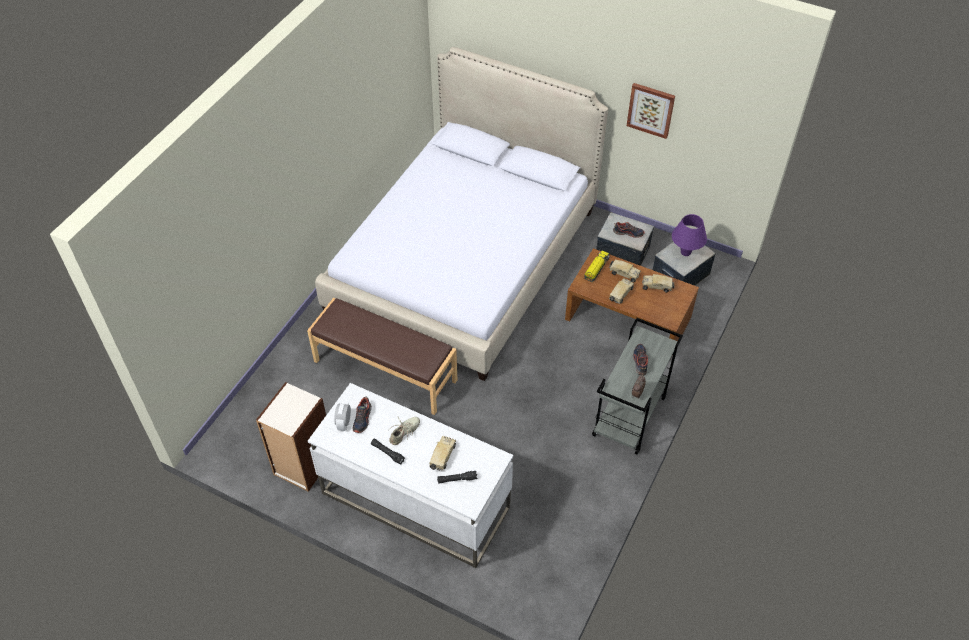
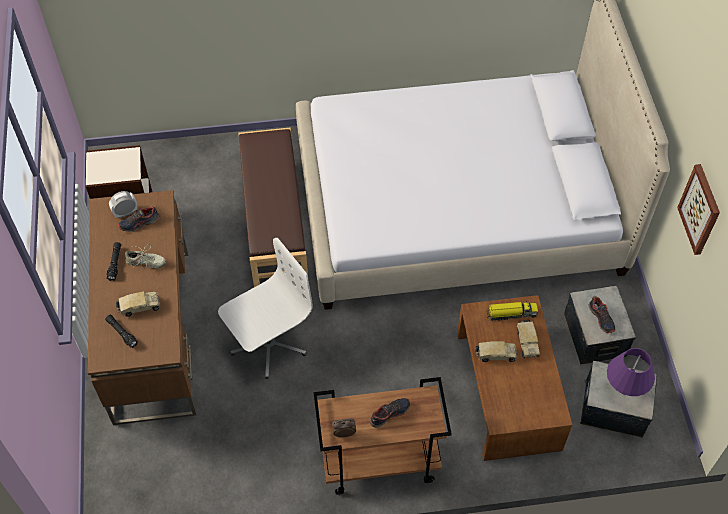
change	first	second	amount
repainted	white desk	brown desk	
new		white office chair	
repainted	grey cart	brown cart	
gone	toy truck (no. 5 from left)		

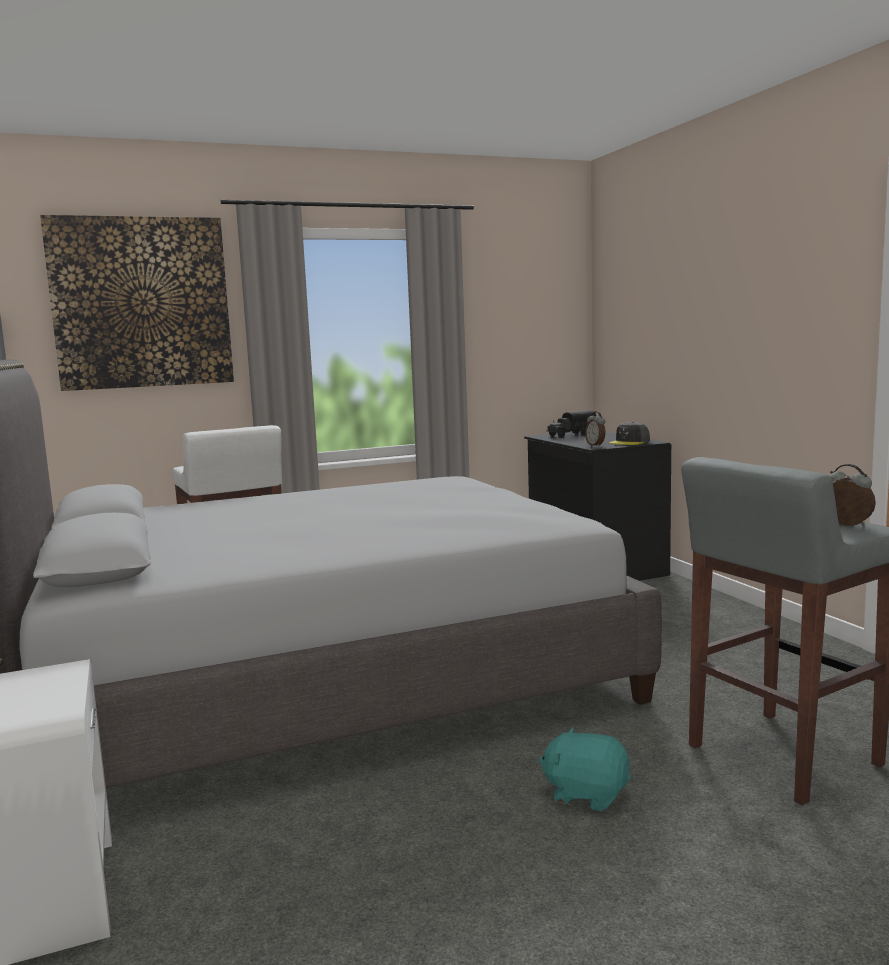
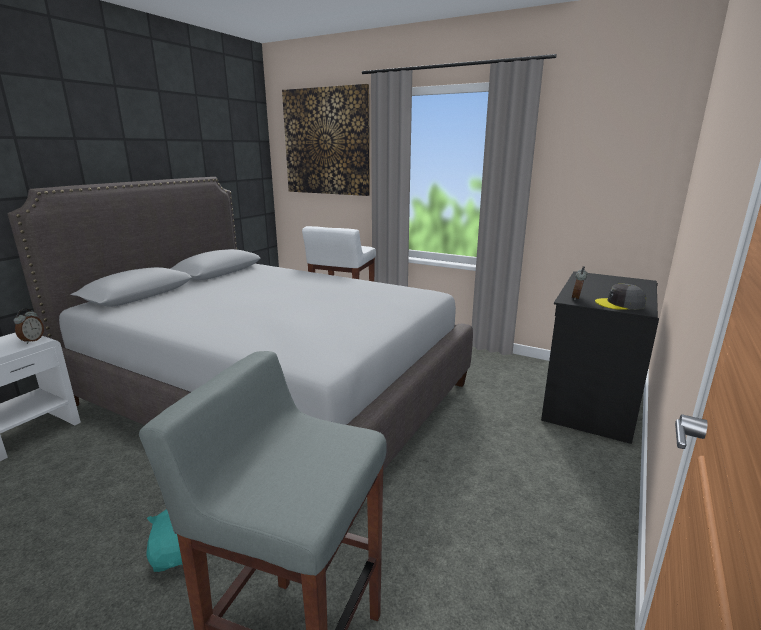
change	first	second	amount
shifted	alarm clock (no. 2 from left in the first image)	alarm clock (no. 1 from left)	
gone	toy truck		

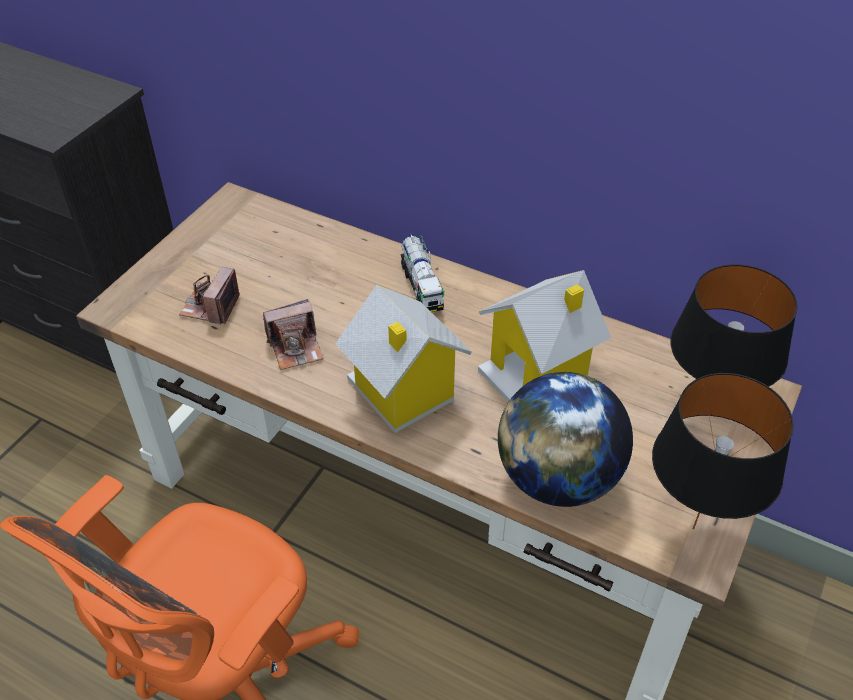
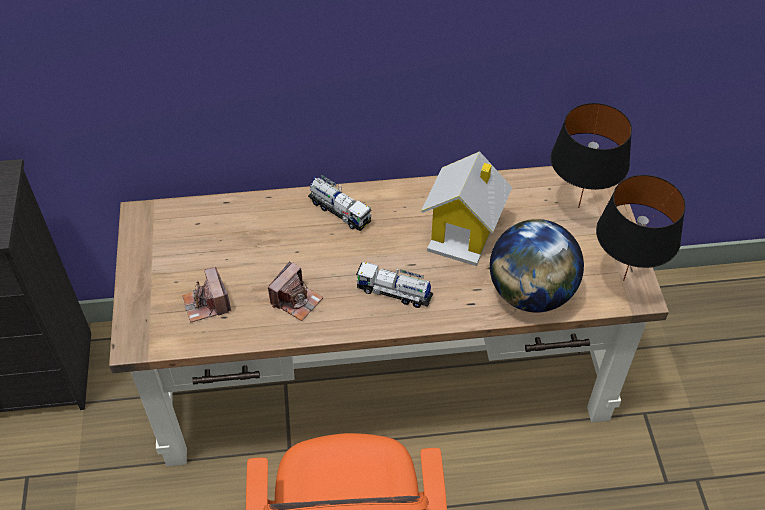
change	first	second	amount
swapped	toy house (no. 1 from left)	toy truck (no. 2 from left)	

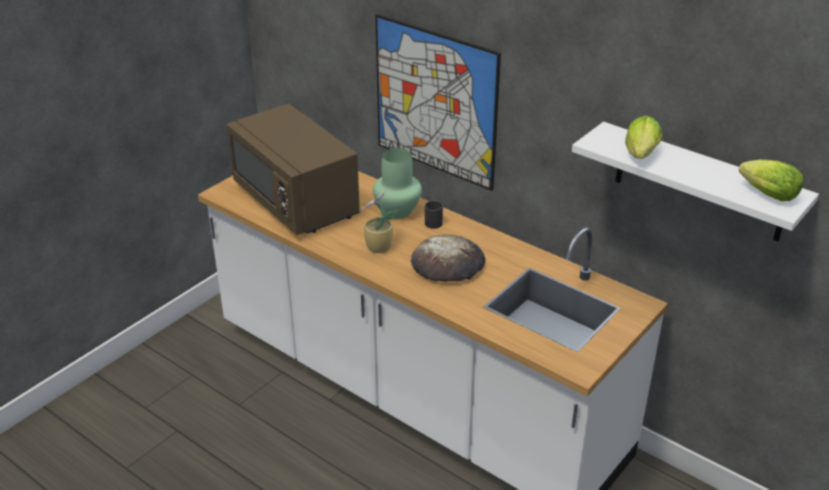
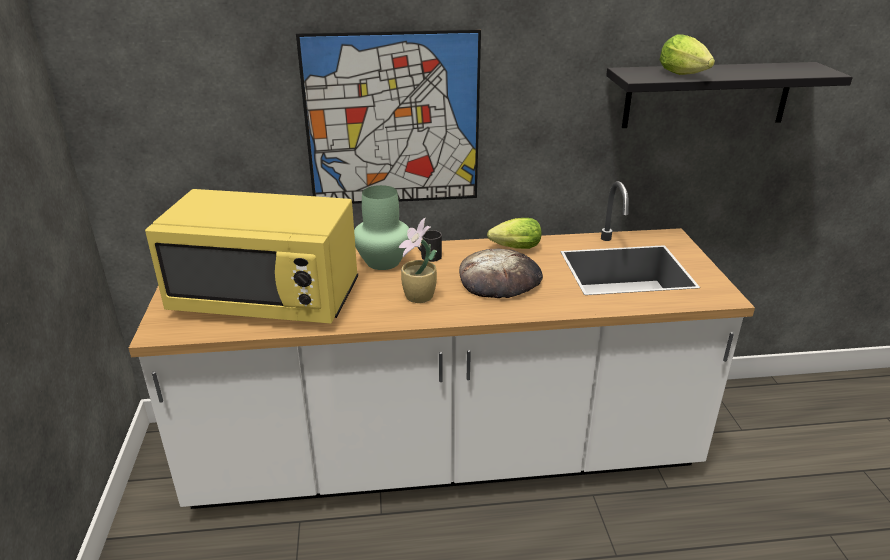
change	first	second	amount
repainted	brown microwave	yellow microwave	
shifted	lettuce (no. 2 from left in the first image)	lettuce (no. 1 from left)	
repainted	white shelf	black shelf	

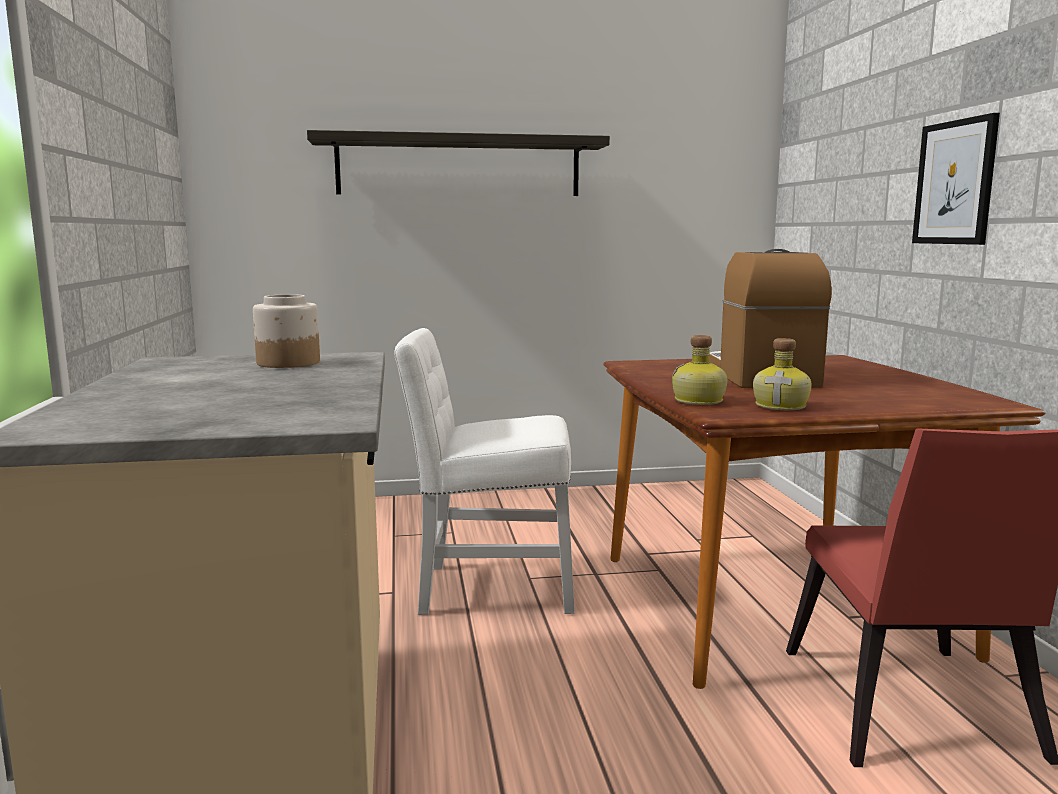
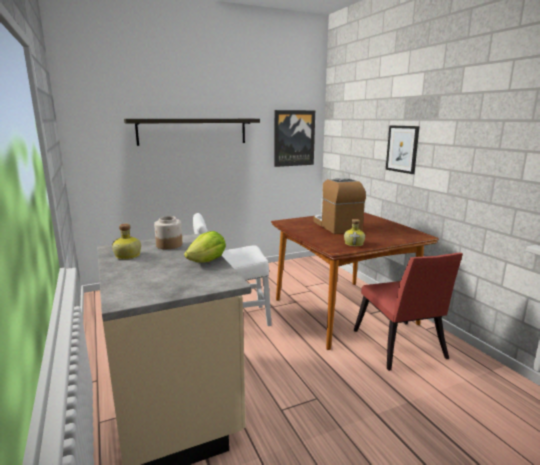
change	first	second	amount
shifted	bottle (no. 1 from left)		
new		lettuce	
new		picture (no. 1 from left)	

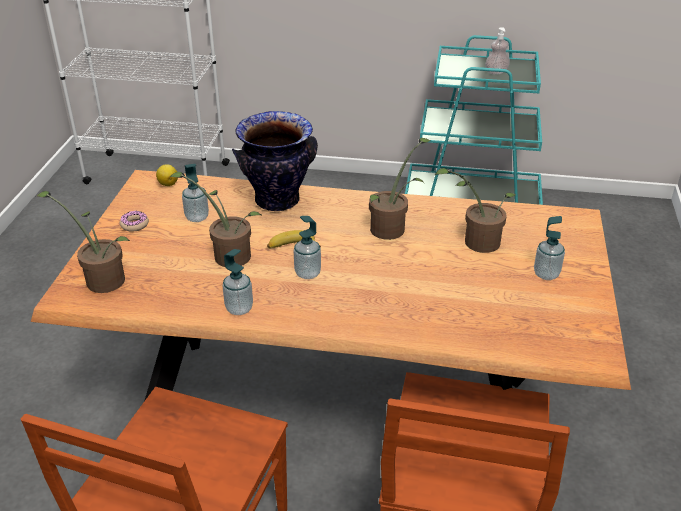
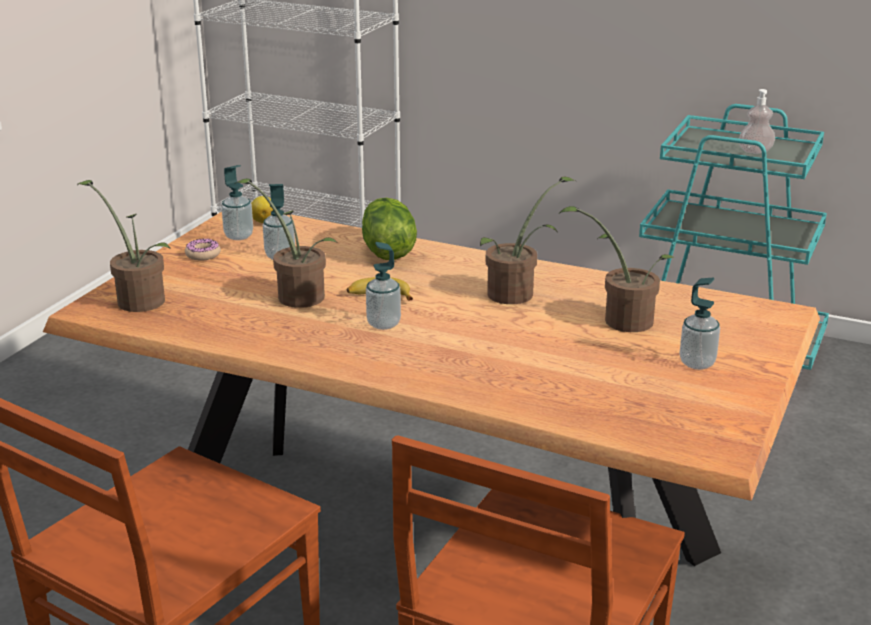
change	first	second	amount
shifted	soap dispenser (no. 2 from left in the first image)	soap dispenser (no. 1 from left)	
swapped	vase	lettuce	

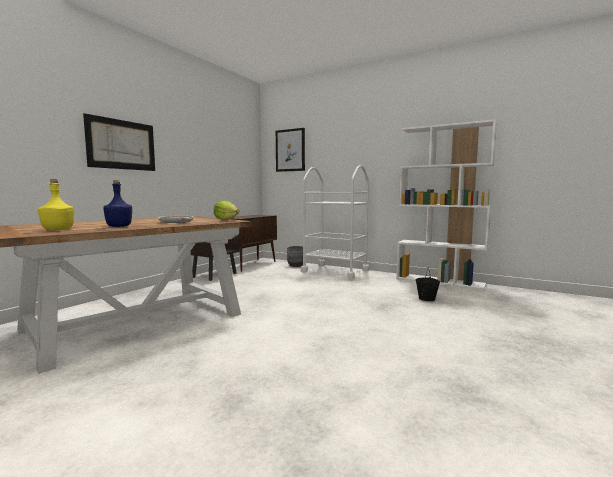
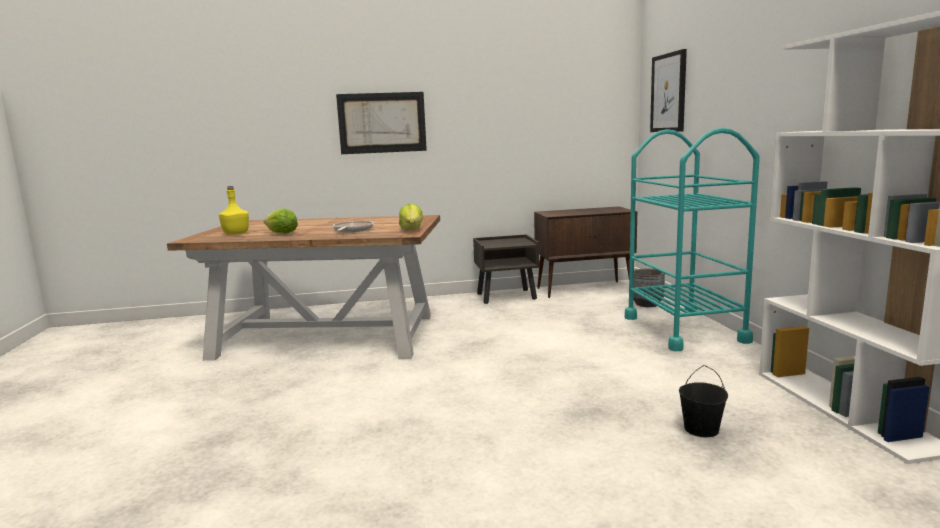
change	first	second	amount
swapped	blue bottle	lettuce (no. 1 from left)	
repainted	white cart	turquoise cart	

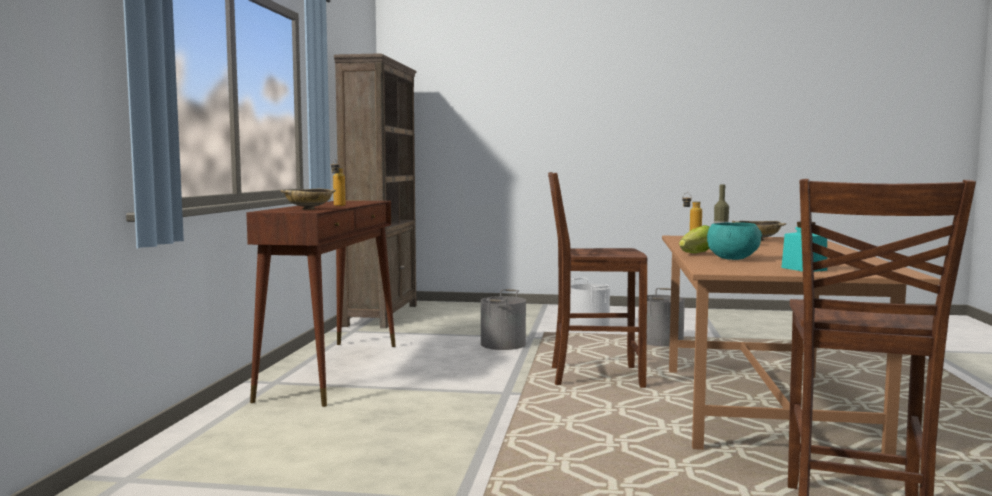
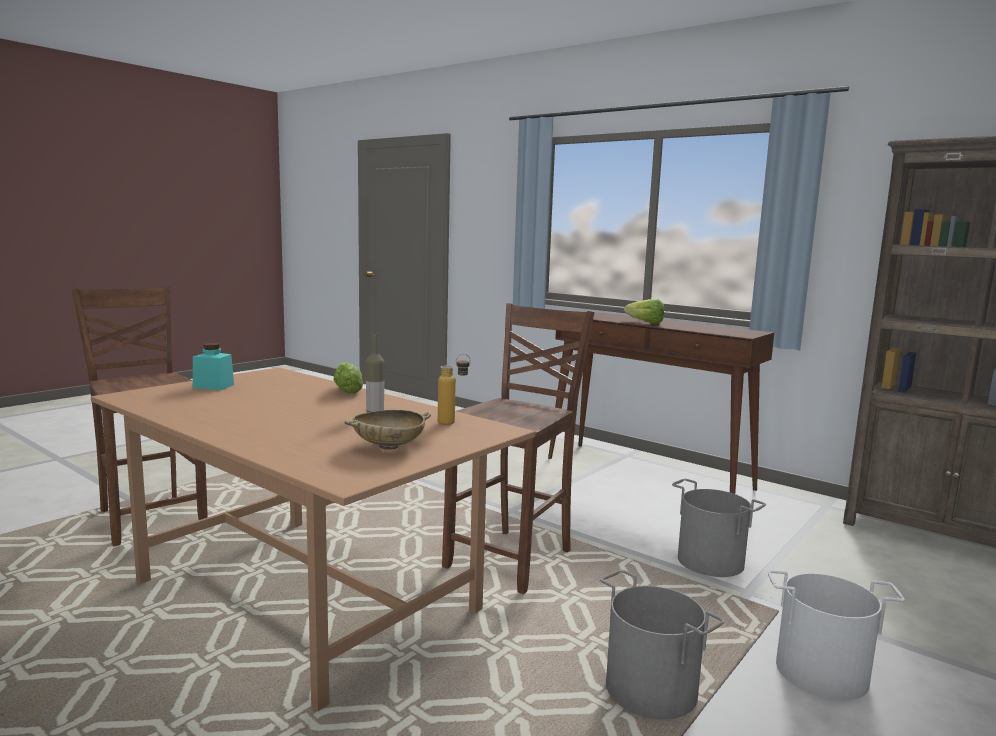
change	first	second	amount
swapped	bottle (no. 1 from left)	lettuce (no. 2 from left)	
gone	beige bowl (no. 1 from left)		
gone	turquoise bowl		

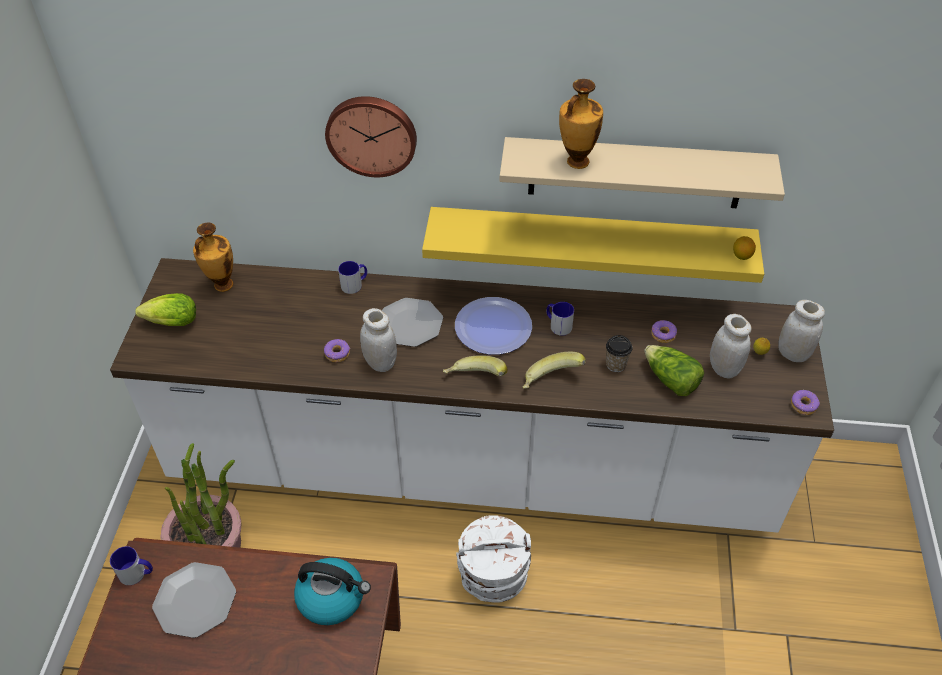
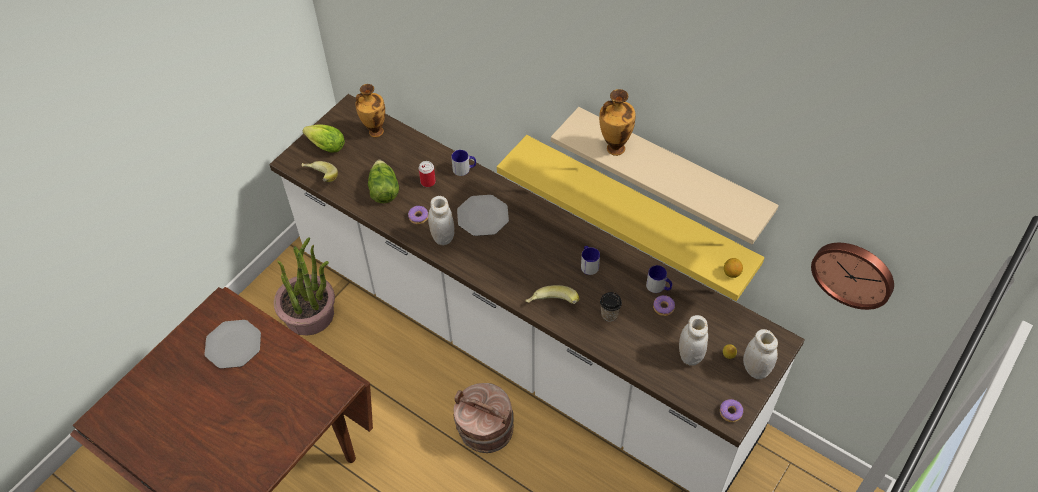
change	first	second	amount
shifted	banana (no. 1 from left)		
shifted	lettuce (no. 2 from left)		
new		can	
repainted	white bucket	brown bucket	
shifted	mug (no. 1 from left in the first image)	mug (no. 3 from left)	
shifted	wall clock		
gone	kettle		
gone	plate (no. 3 from left)		

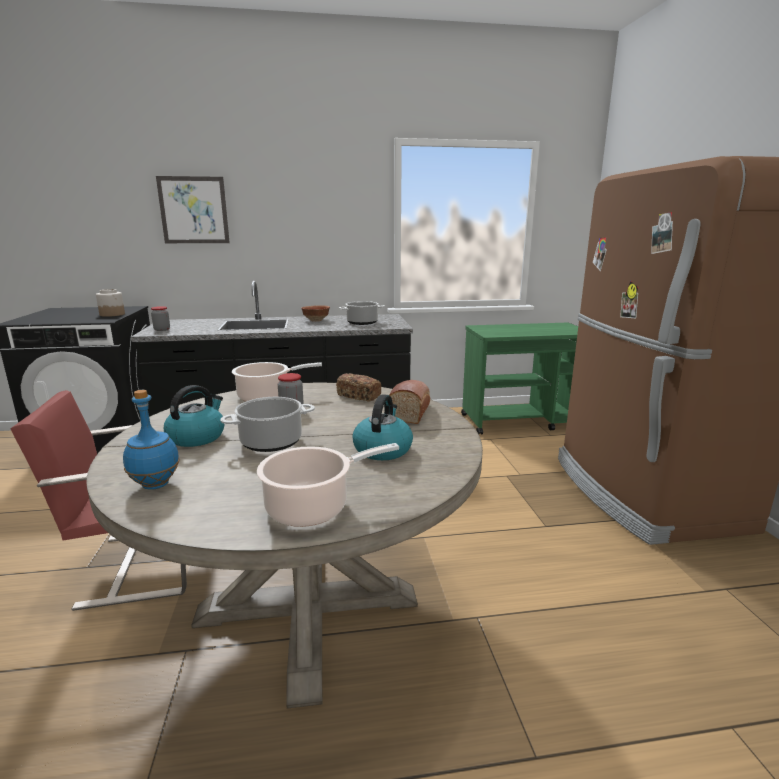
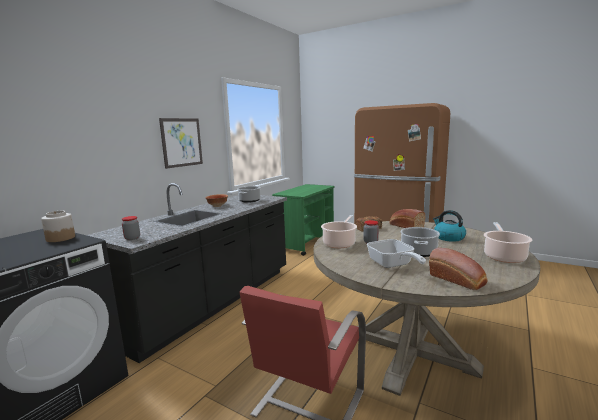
change	first	second	amount
shifted	picture		
swapped	kettle (no. 1 from left)	frying pan	
swapped	blue bottle	bread (no. 3 from left)	

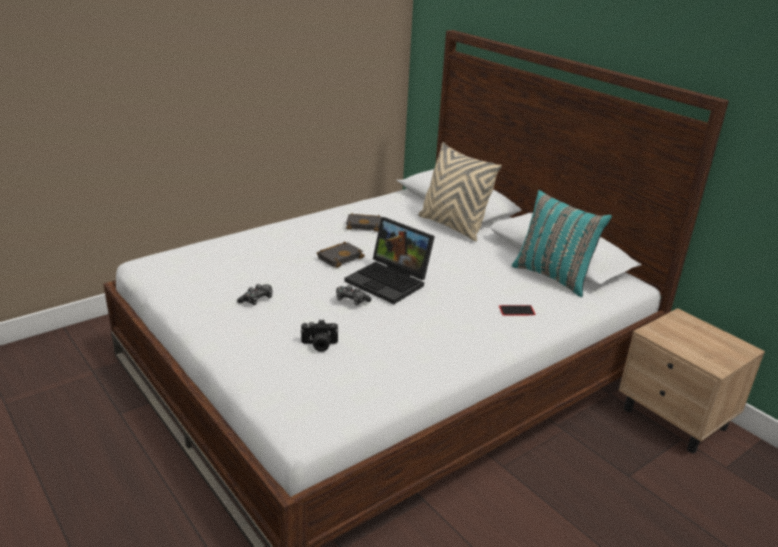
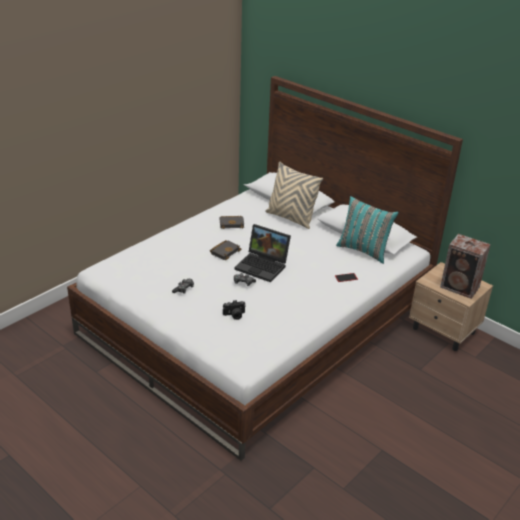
change	first	second	amount
new		speaker	

